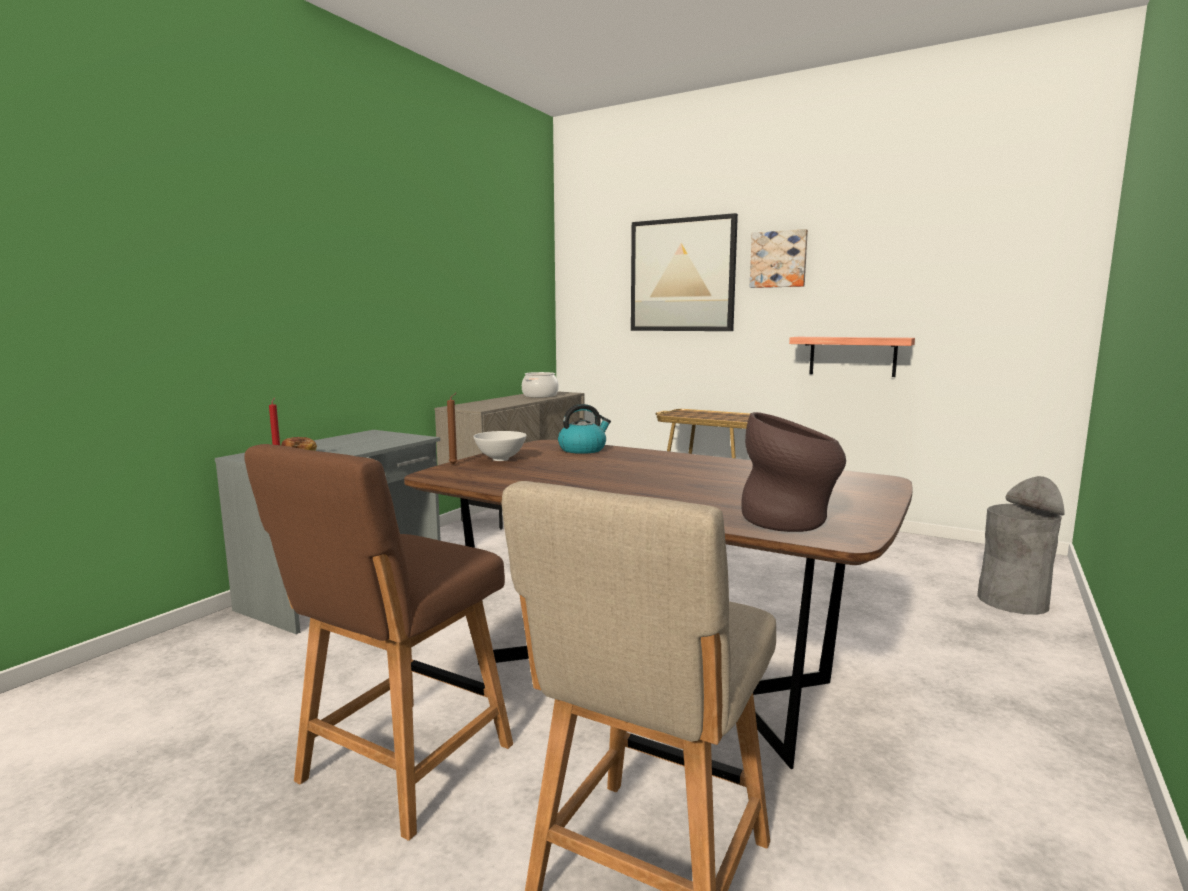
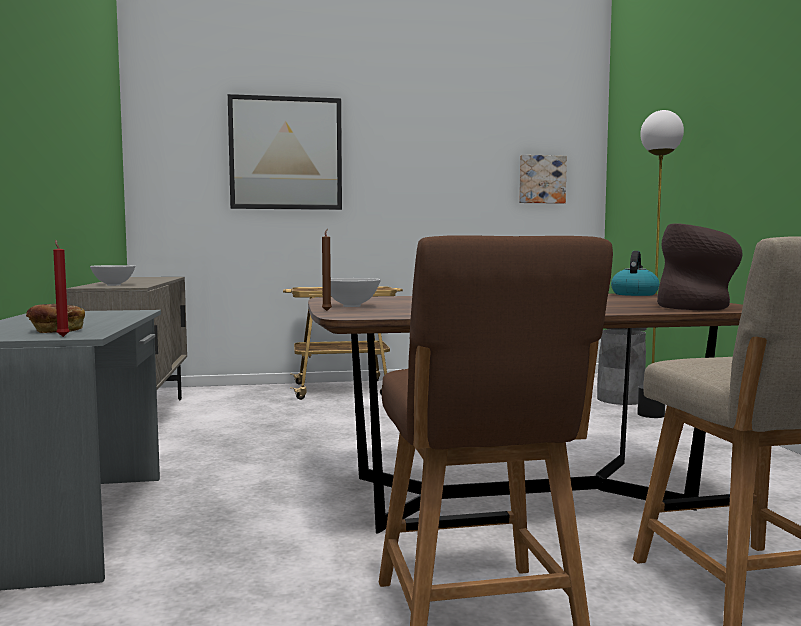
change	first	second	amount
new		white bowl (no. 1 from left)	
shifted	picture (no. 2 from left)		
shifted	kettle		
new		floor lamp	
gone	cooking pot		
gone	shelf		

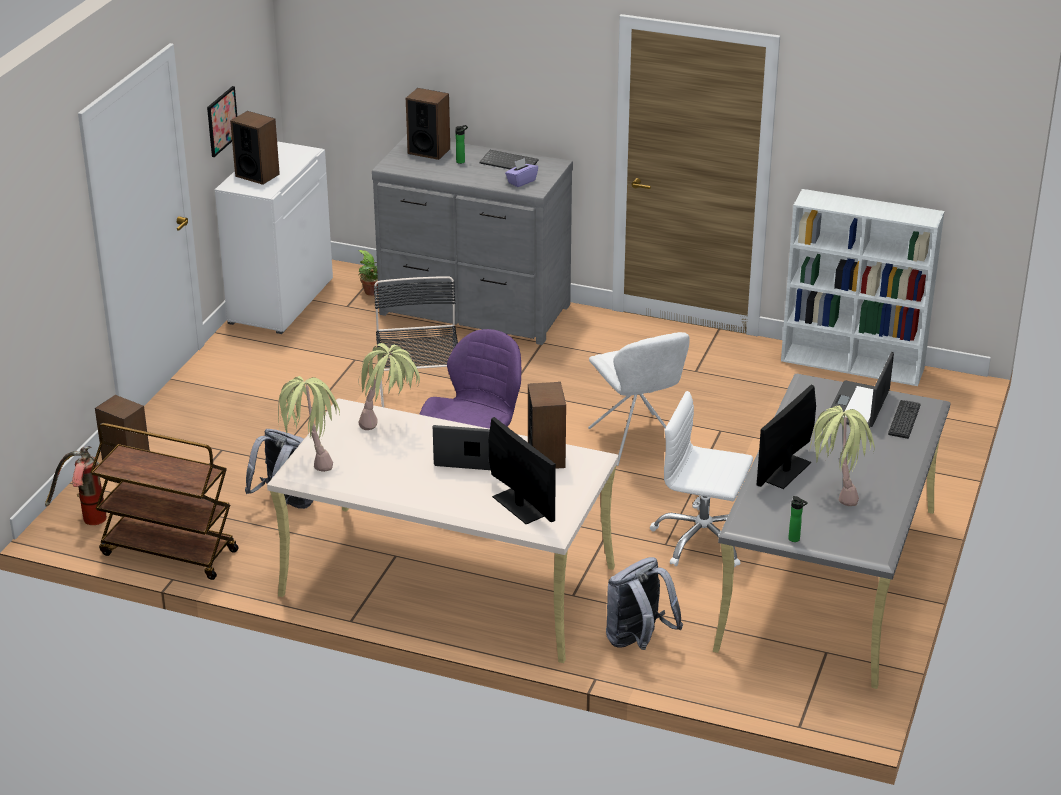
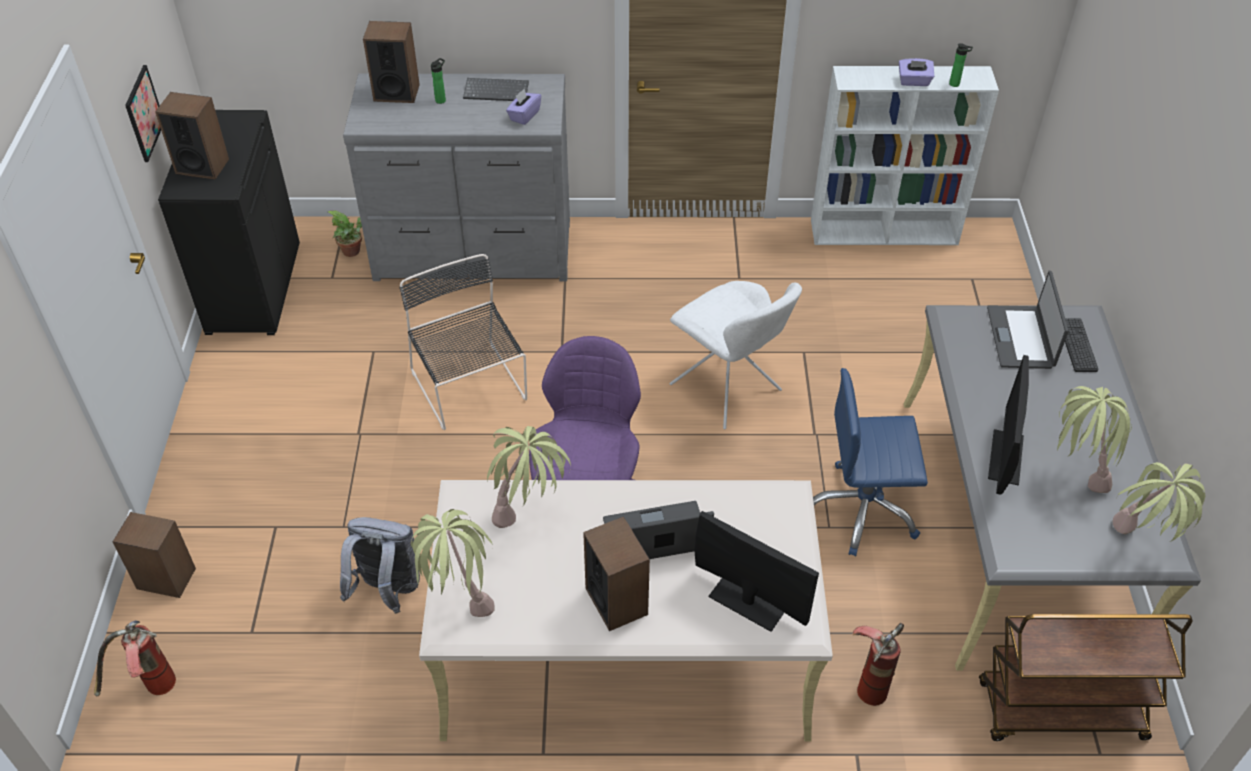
change	first	second	amount
repainted	white cabinet	black cabinet	
shifted	speaker (no. 4 from left)		
repainted	white office chair	blue office chair	
swapped	grey backpack (no. 2 from left)	fire extinguisher (no. 2 from left)	
new		purple tissue box (no. 2 from left)	
shifted	bottle (no. 2 from left)		
shifted	brown cart		
new		potted plant (no. 5 from left)	

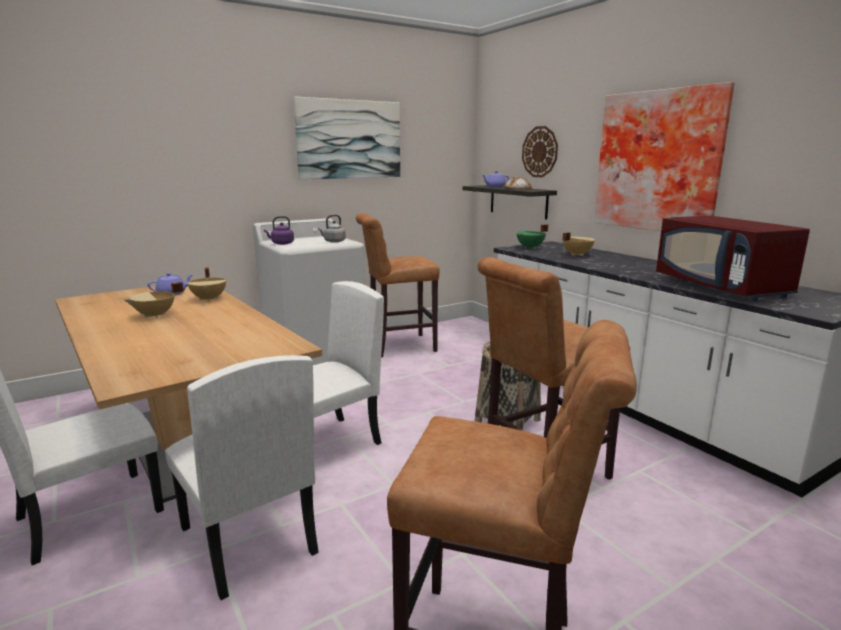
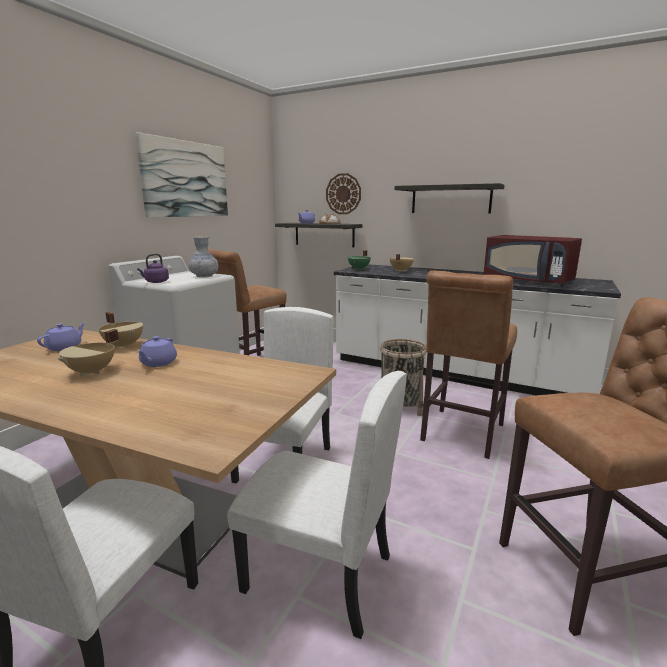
change	first	second	amount
new		purple teapot (no. 2 from left)	
swapped	grey kettle	vase	
swapped	picture (no. 2 from left)	shelf (no. 2 from left)	

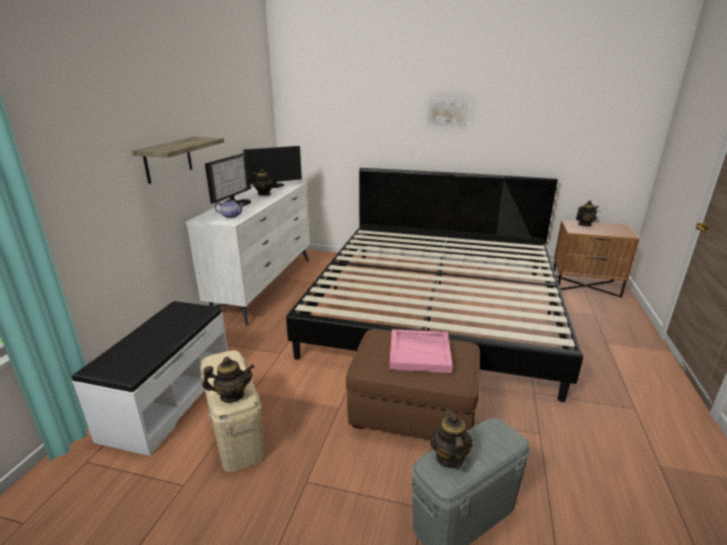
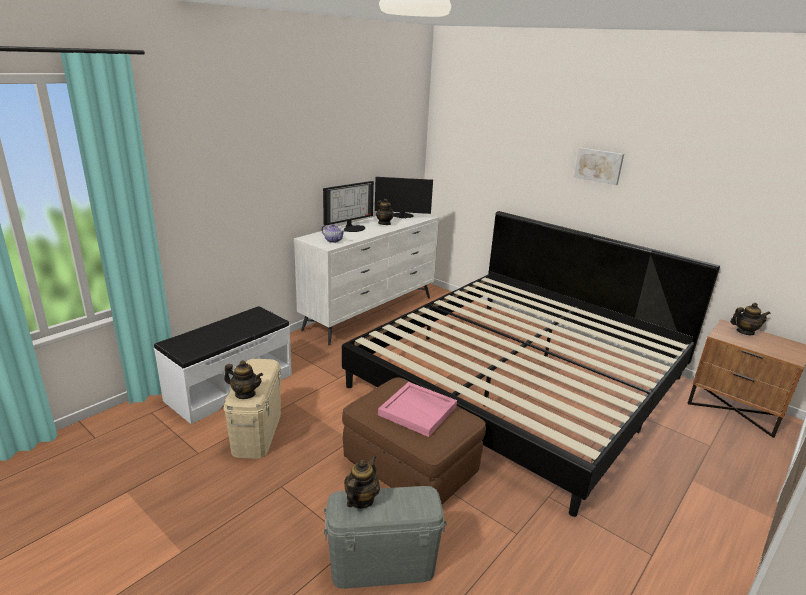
change	first	second	amount
gone	shelf		

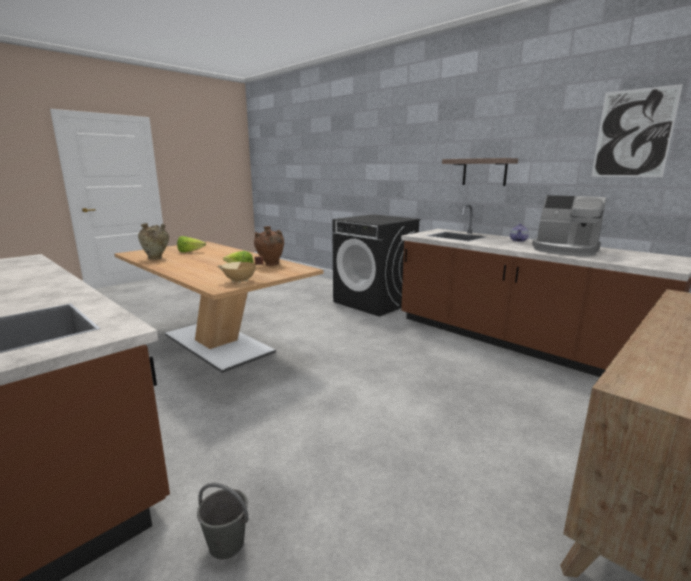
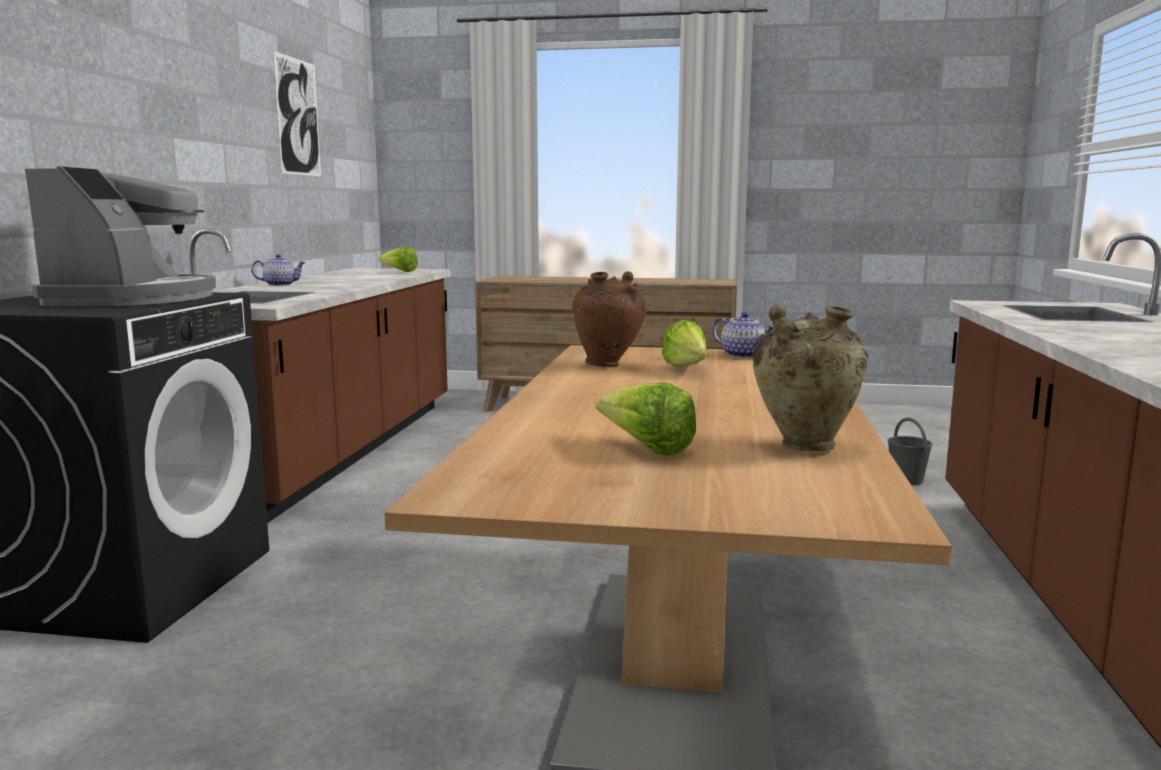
change	first	second	amount
shifted	coffee machine		
new		lettuce (no. 1 from left)	
swapped	beige cooking pot	teapot (no. 2 from left)	
gone	shelf		

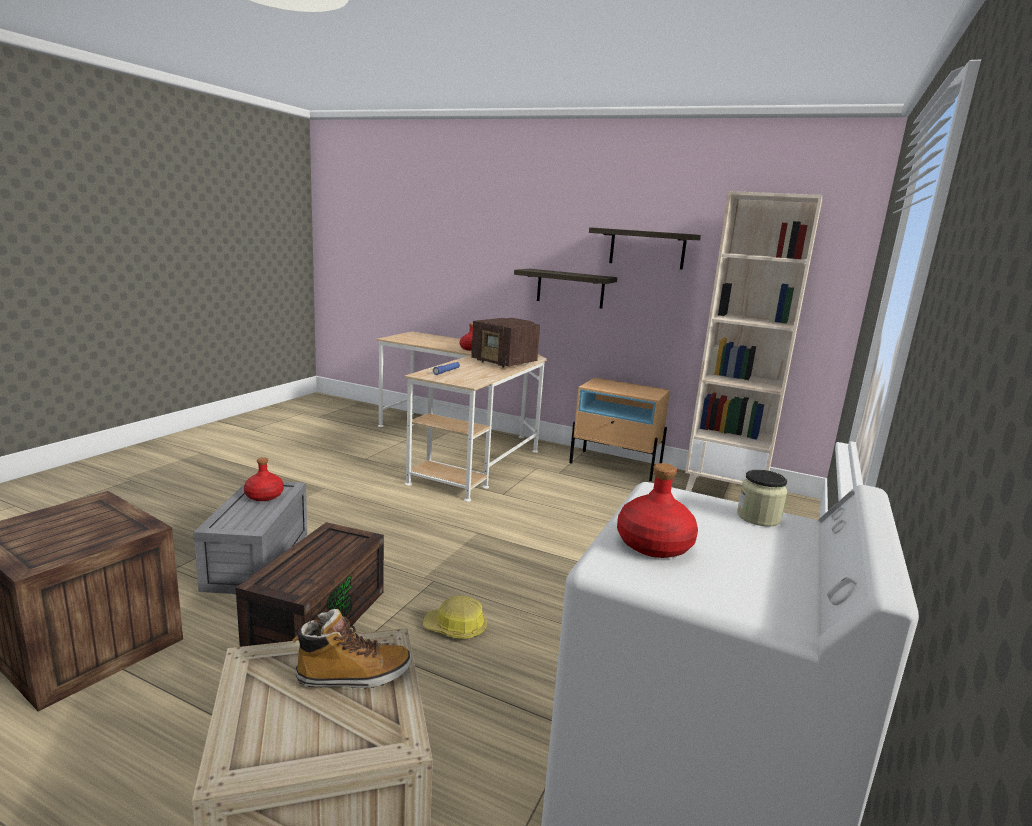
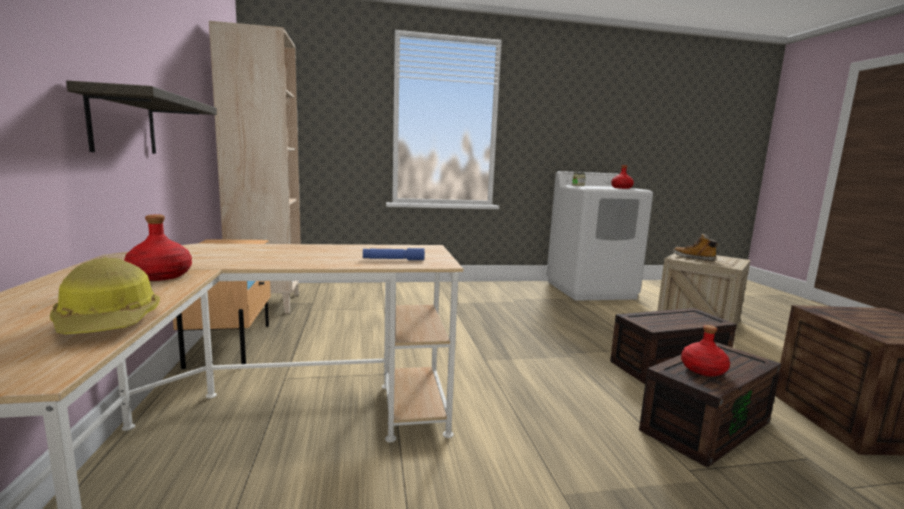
change	first	second	amount
shifted	hard hat		
repainted	grey storage box	brown storage box (no. 2 from left)	
gone	radio		
gone	shelf (no. 2 from left)		

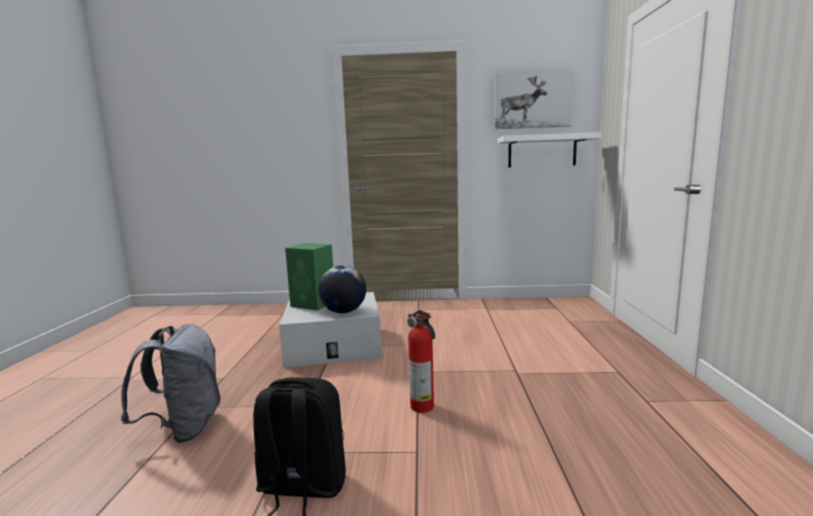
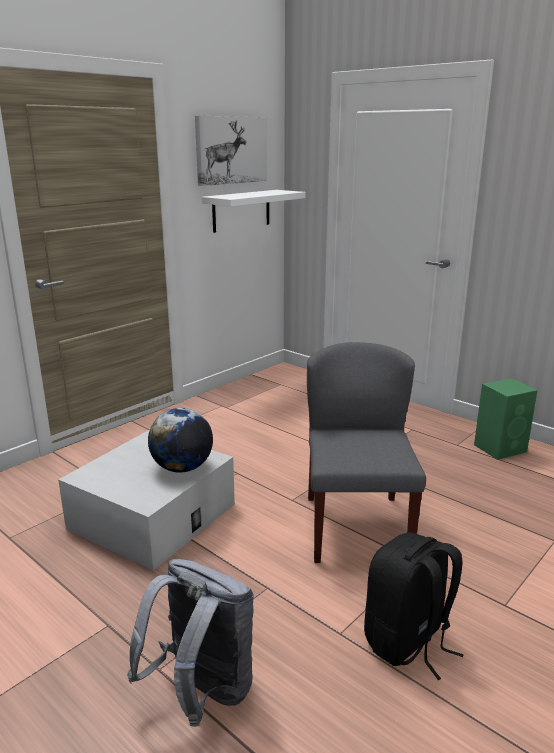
change	first	second	amount
swapped	fire extinguisher	grey chair	
shifted	green speaker		

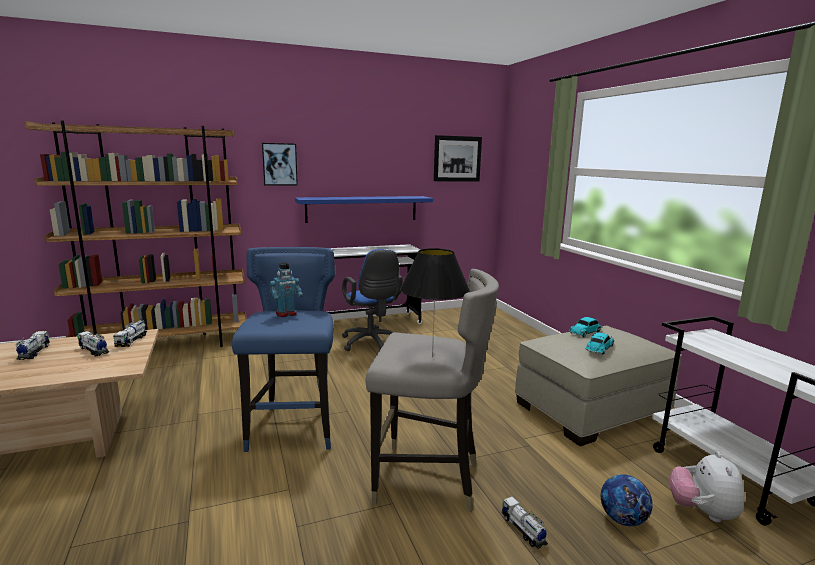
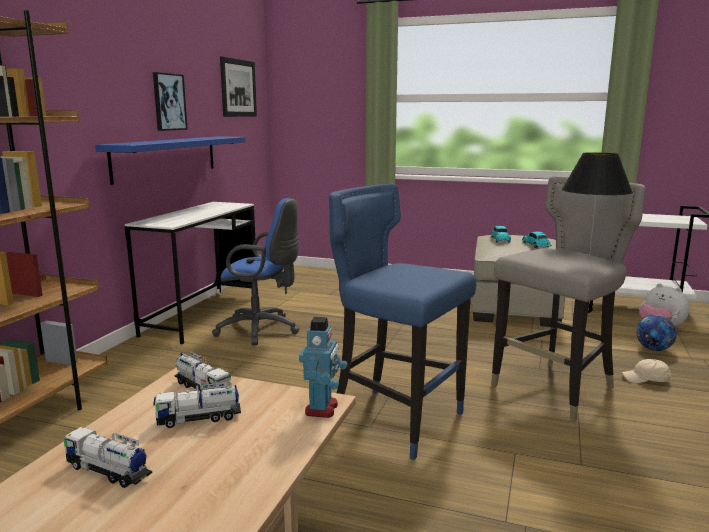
change	first	second	amount
shifted	picture (no. 1 from left)		
shifted	toy robot		
swapped	toy truck (no. 4 from left)	beige cap	

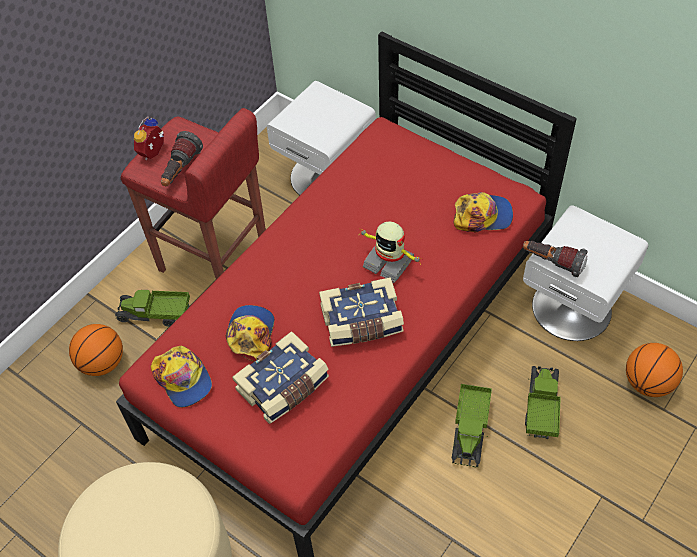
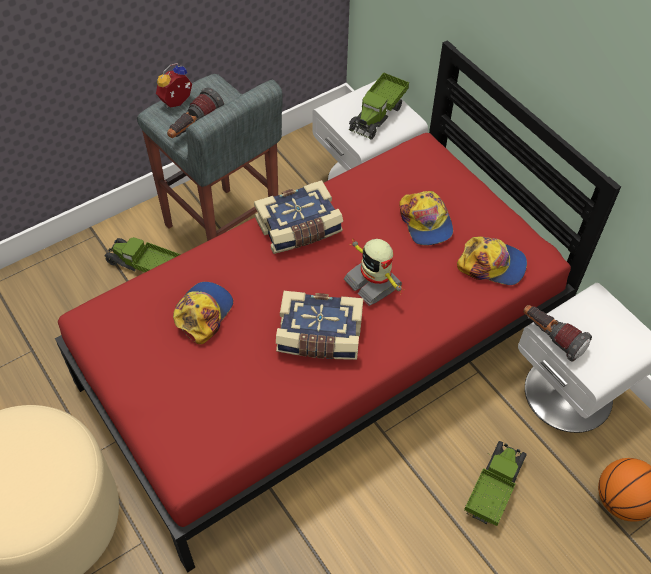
change	first	second	amount
repainted	red stool	grey stool	
shifted	book (no. 1 from left)		
shifted	toy truck (no. 2 from left)		
shifted	cap (no. 1 from left in the first image)	cap (no. 2 from left)	
gone	basketball (no. 1 from left)		

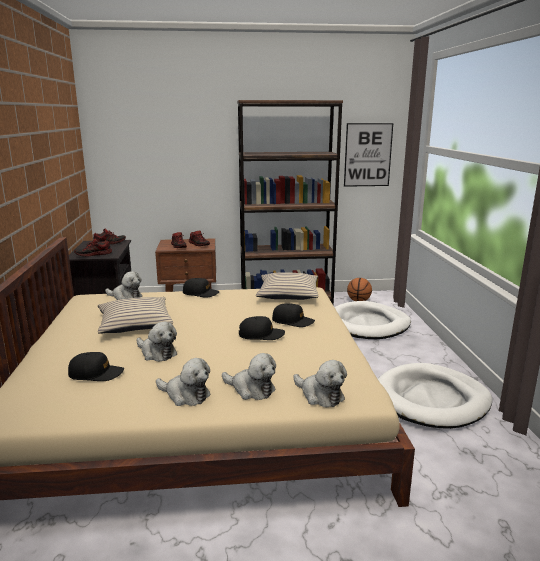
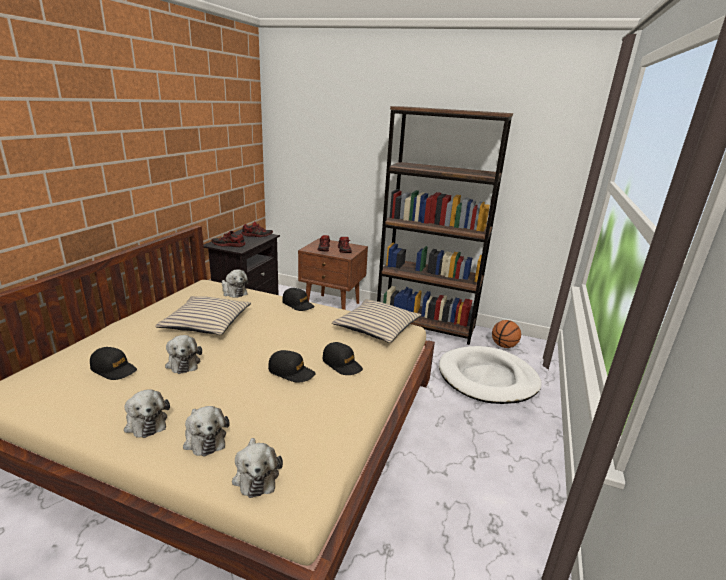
change	first	second	amount
gone	picture		
gone	white dog bed (no. 2 from left)		

